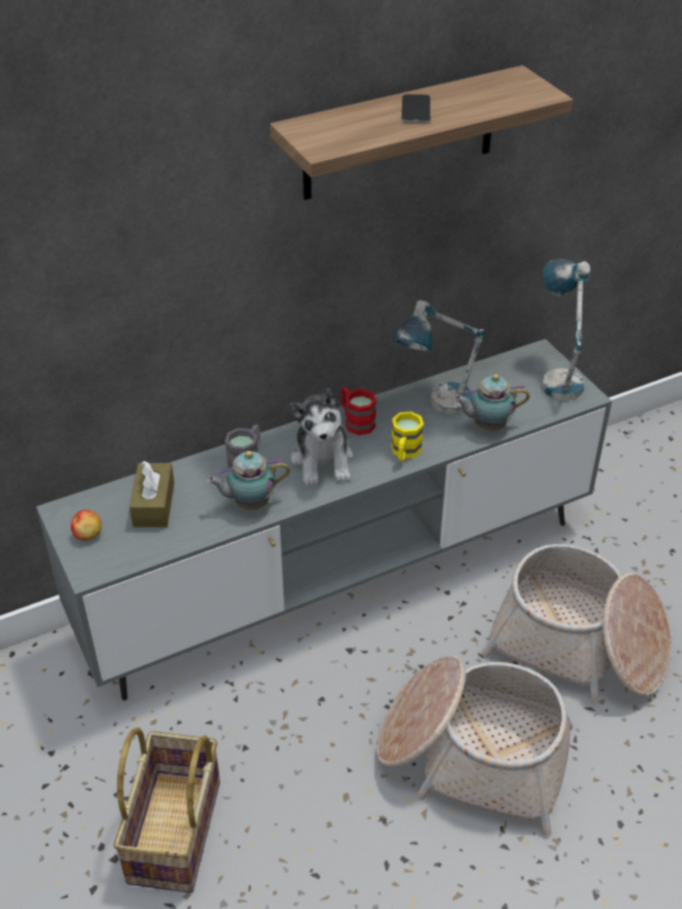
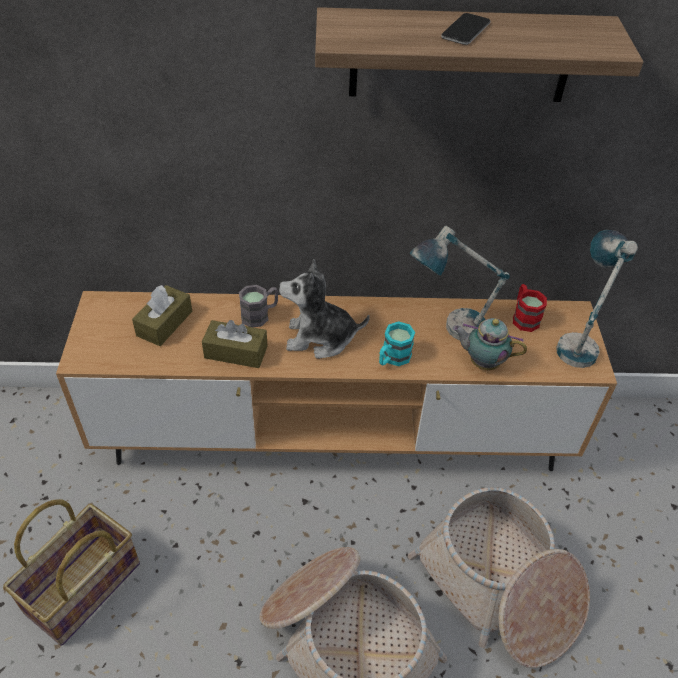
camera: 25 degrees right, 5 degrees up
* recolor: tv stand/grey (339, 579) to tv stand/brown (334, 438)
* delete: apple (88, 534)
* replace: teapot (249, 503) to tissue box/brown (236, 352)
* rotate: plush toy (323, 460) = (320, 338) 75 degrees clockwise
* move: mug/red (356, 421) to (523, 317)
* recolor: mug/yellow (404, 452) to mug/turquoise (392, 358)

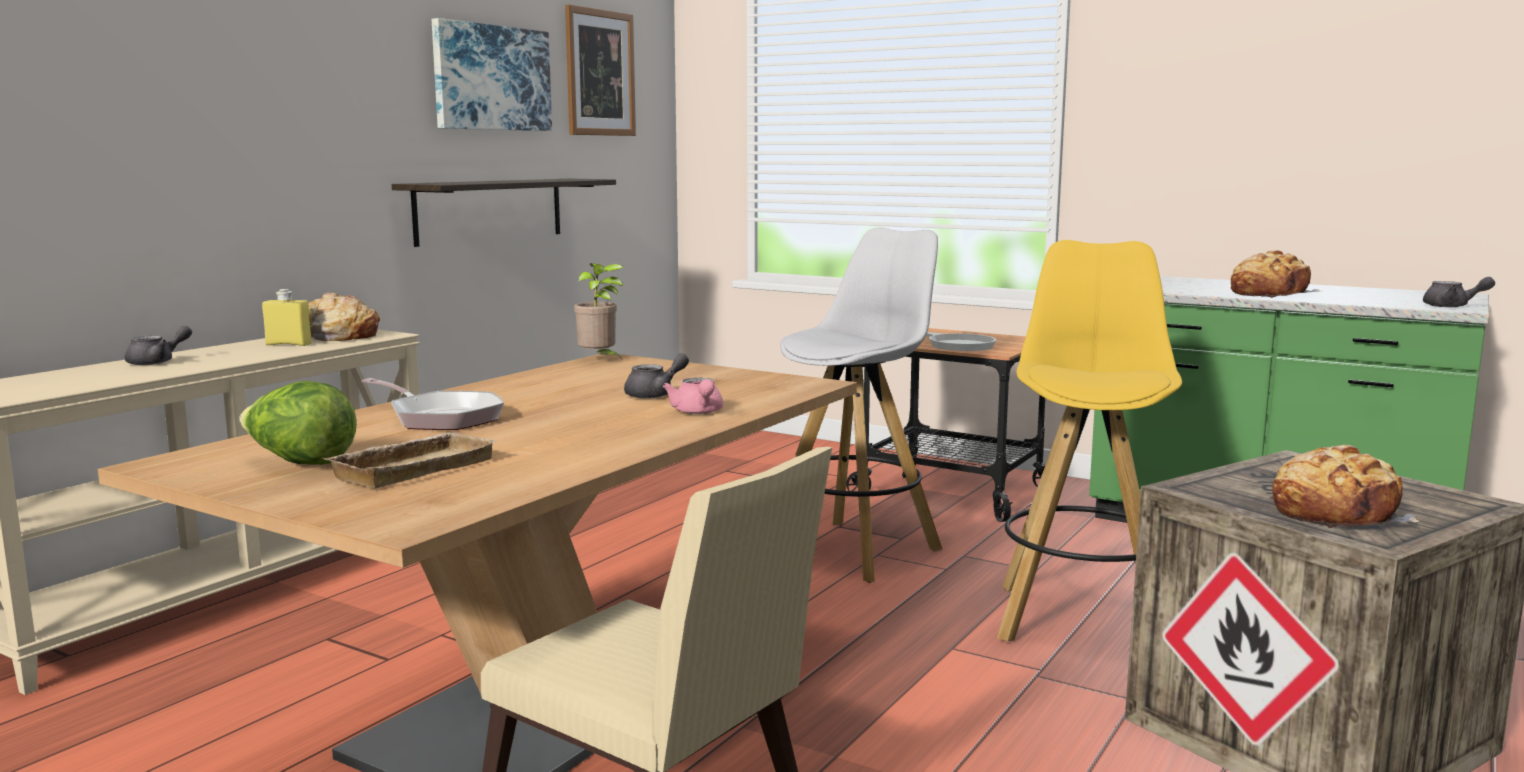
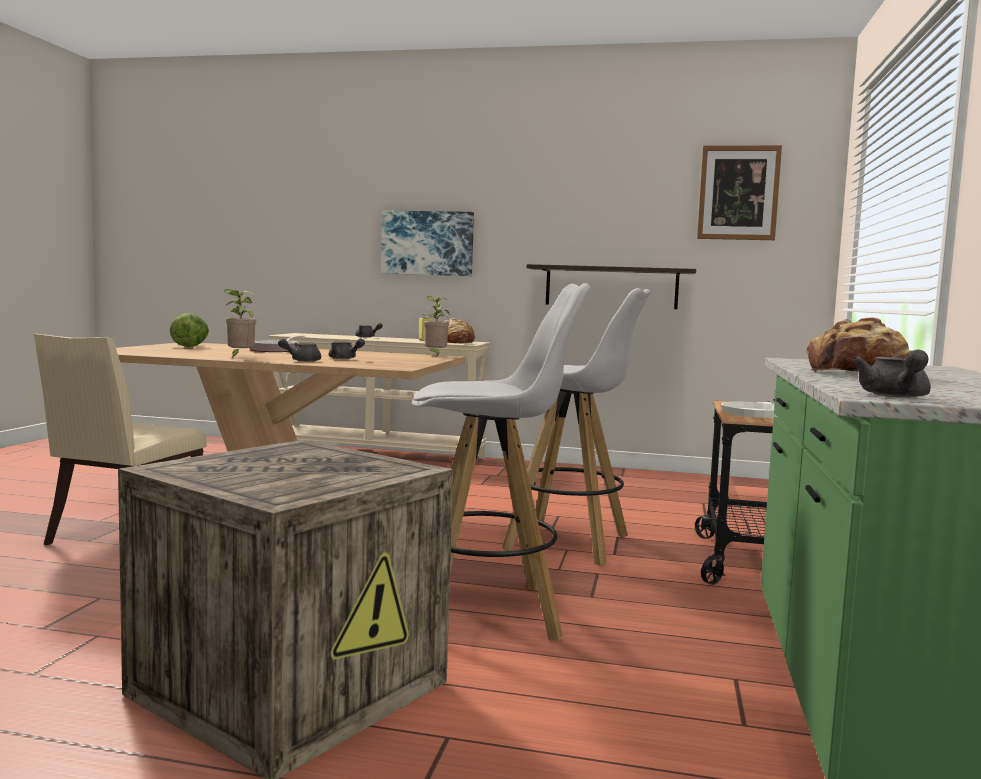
camera: 70 degrees right, 5 degrees down
* delete: tray/beige (412, 468)
* move: picture (491, 78) to (427, 243)
* recolor: teapot/pink (698, 412) to teapot/grey (301, 361)
* recolor: stool/yellow (1081, 618) to stool/white (489, 612)
* delete: bread (1335, 513)
* insert: potted plant (239, 357)

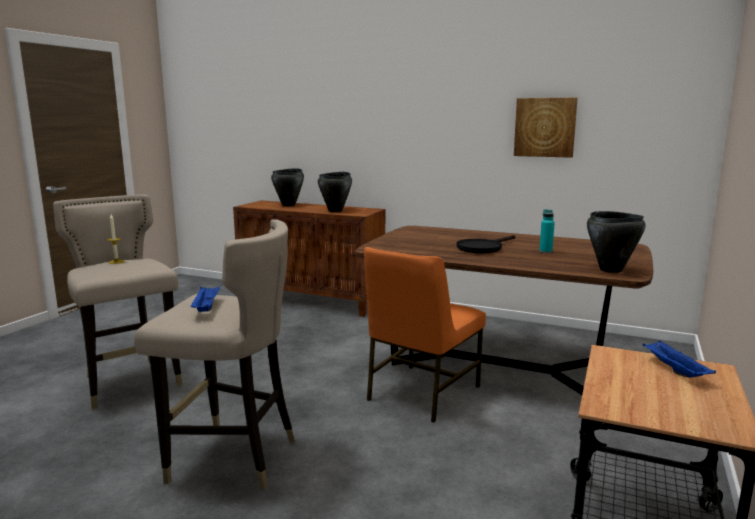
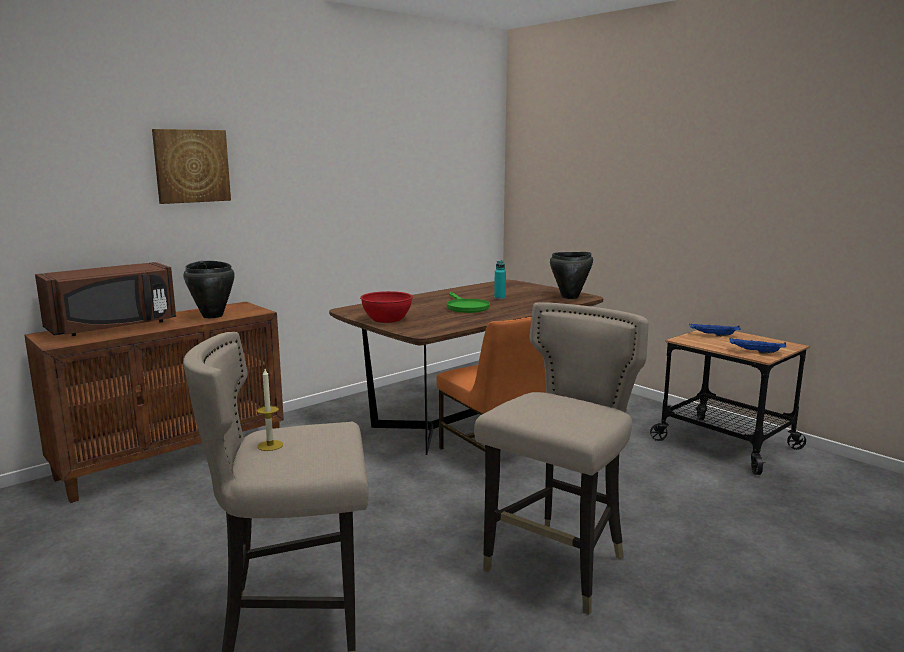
camera: 65 degrees left, 0 degrees up
* move: tray/blue (206, 307) to (755, 352)
* replace: cooking pot/black (289, 205) to microwave/brown (113, 327)
* recolor: frying pan/black (483, 248) to frying pan/green (465, 307)
* move: picture (545, 127) to (191, 166)
* insert: bowl/red (387, 319)

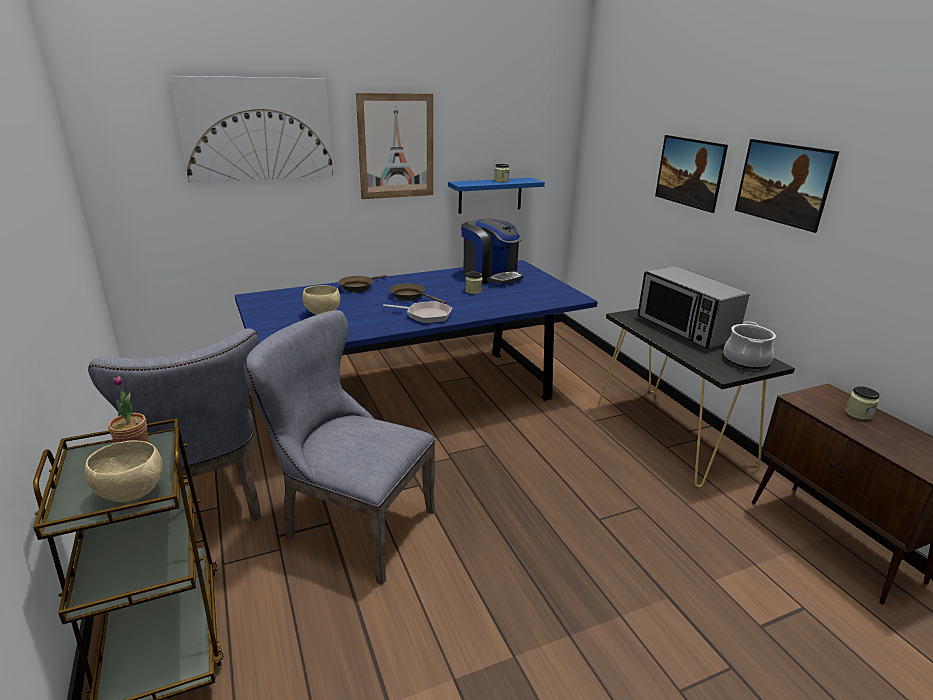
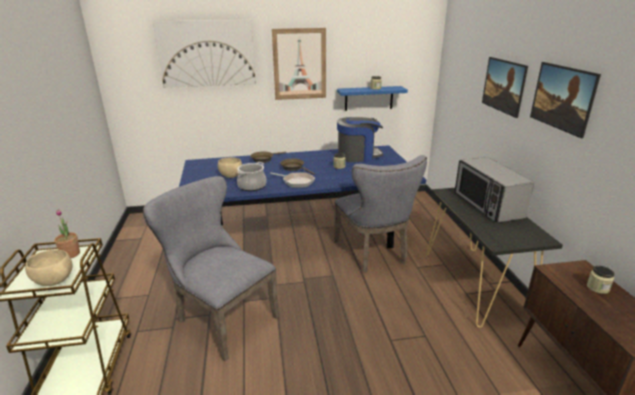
camera: 15 degrees right, 0 degrees up
* move: chair/grey (206, 506) to (374, 254)
* rotate: coffee machine (491, 275) = (358, 156) 75 degrees counterclockwise
* move: cooking pot (746, 360) to (252, 186)

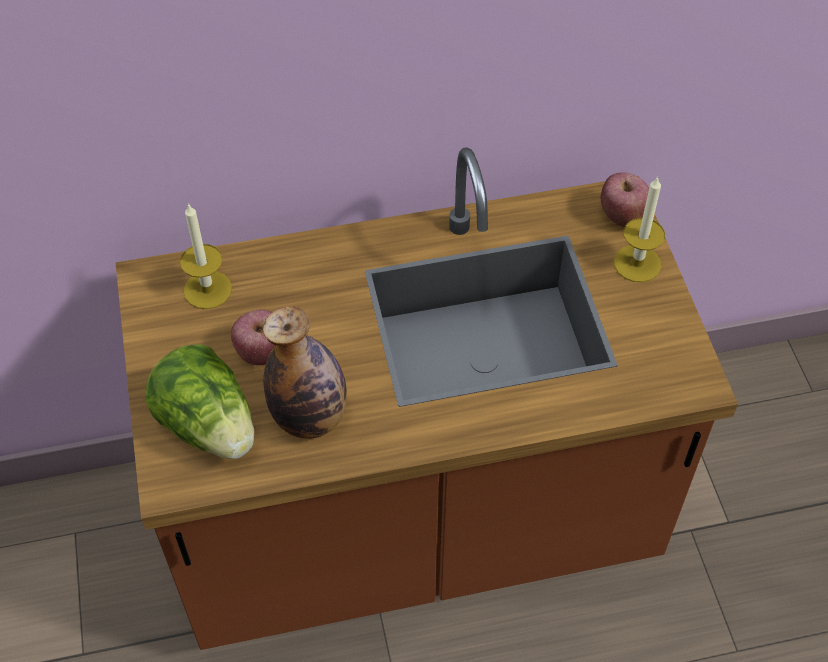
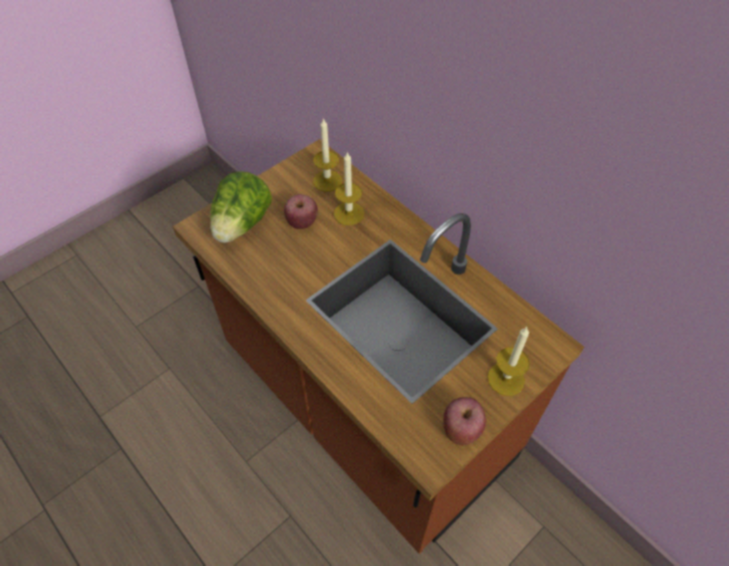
camera: 60 degrees right, 0 degrees up
* delete: bottle (310, 417)
* move: apple (622, 216) to (461, 429)
* insert: candle (349, 213)

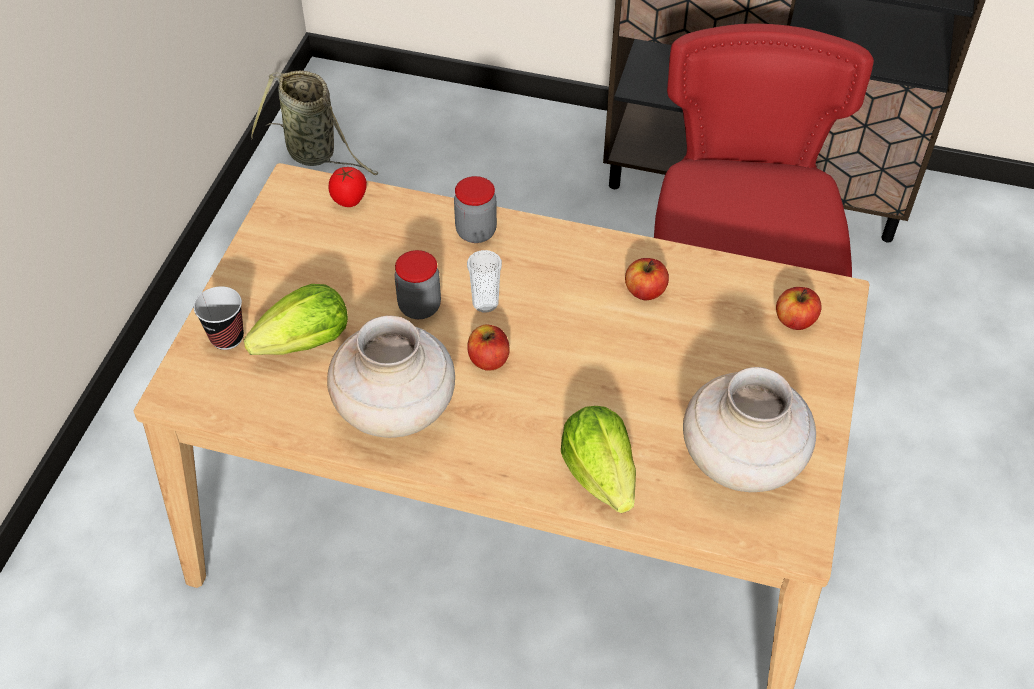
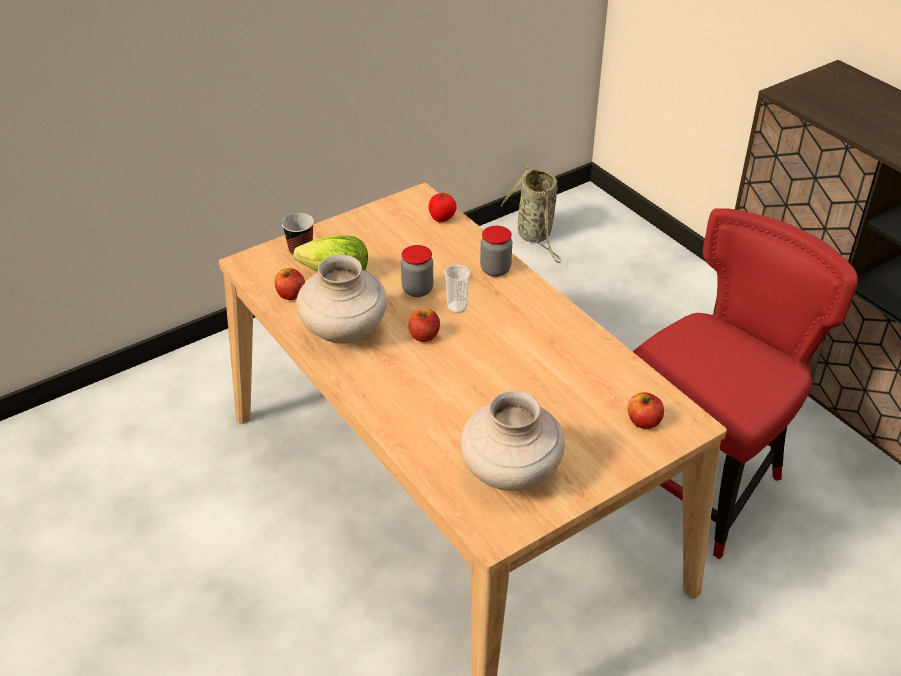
camera: 40 degrees right, 10 degrees down
* delete: lettuce (600, 473)
* move: apple (645, 291) to (291, 295)

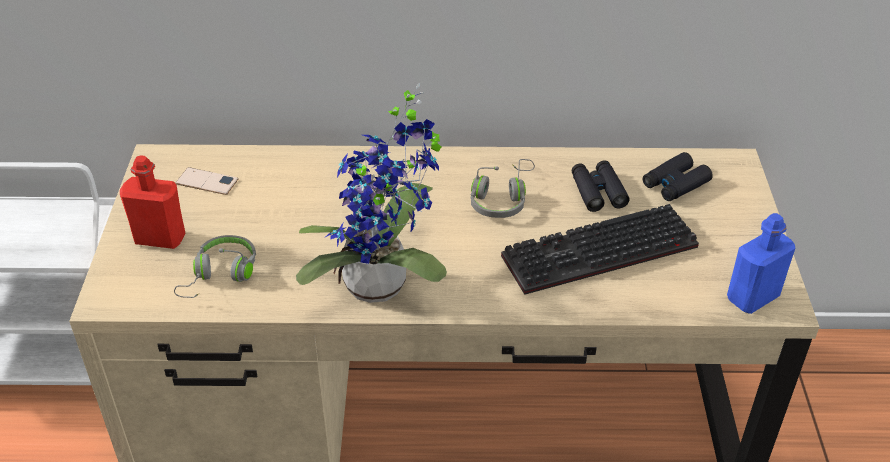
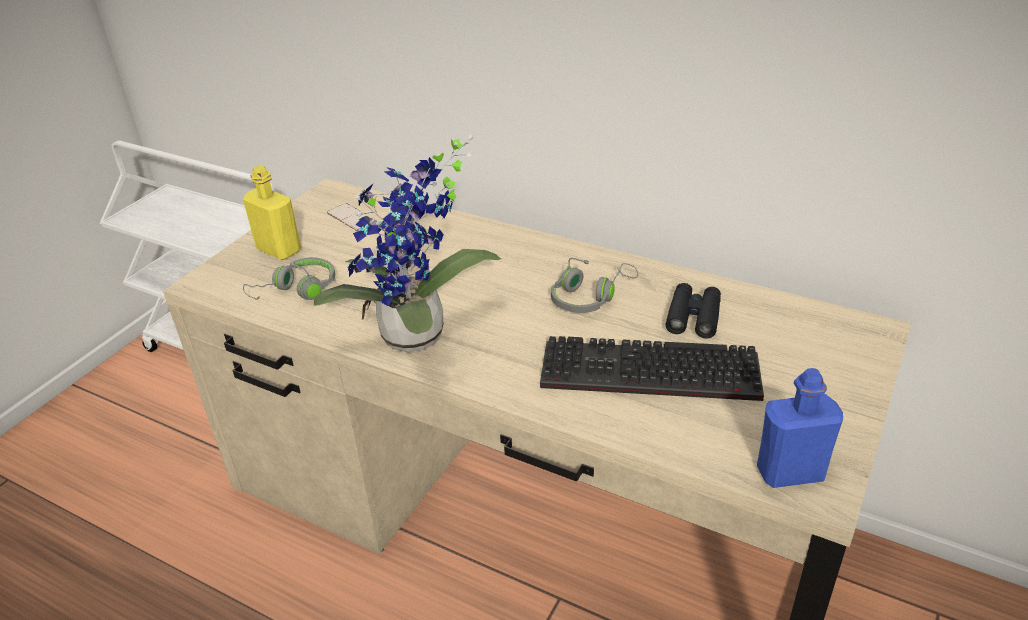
camera: 30 degrees right, 5 degrees down
* recolor: bottle/red (160, 238) to bottle/yellow (279, 250)
* delete: binoculars/black (675, 184)

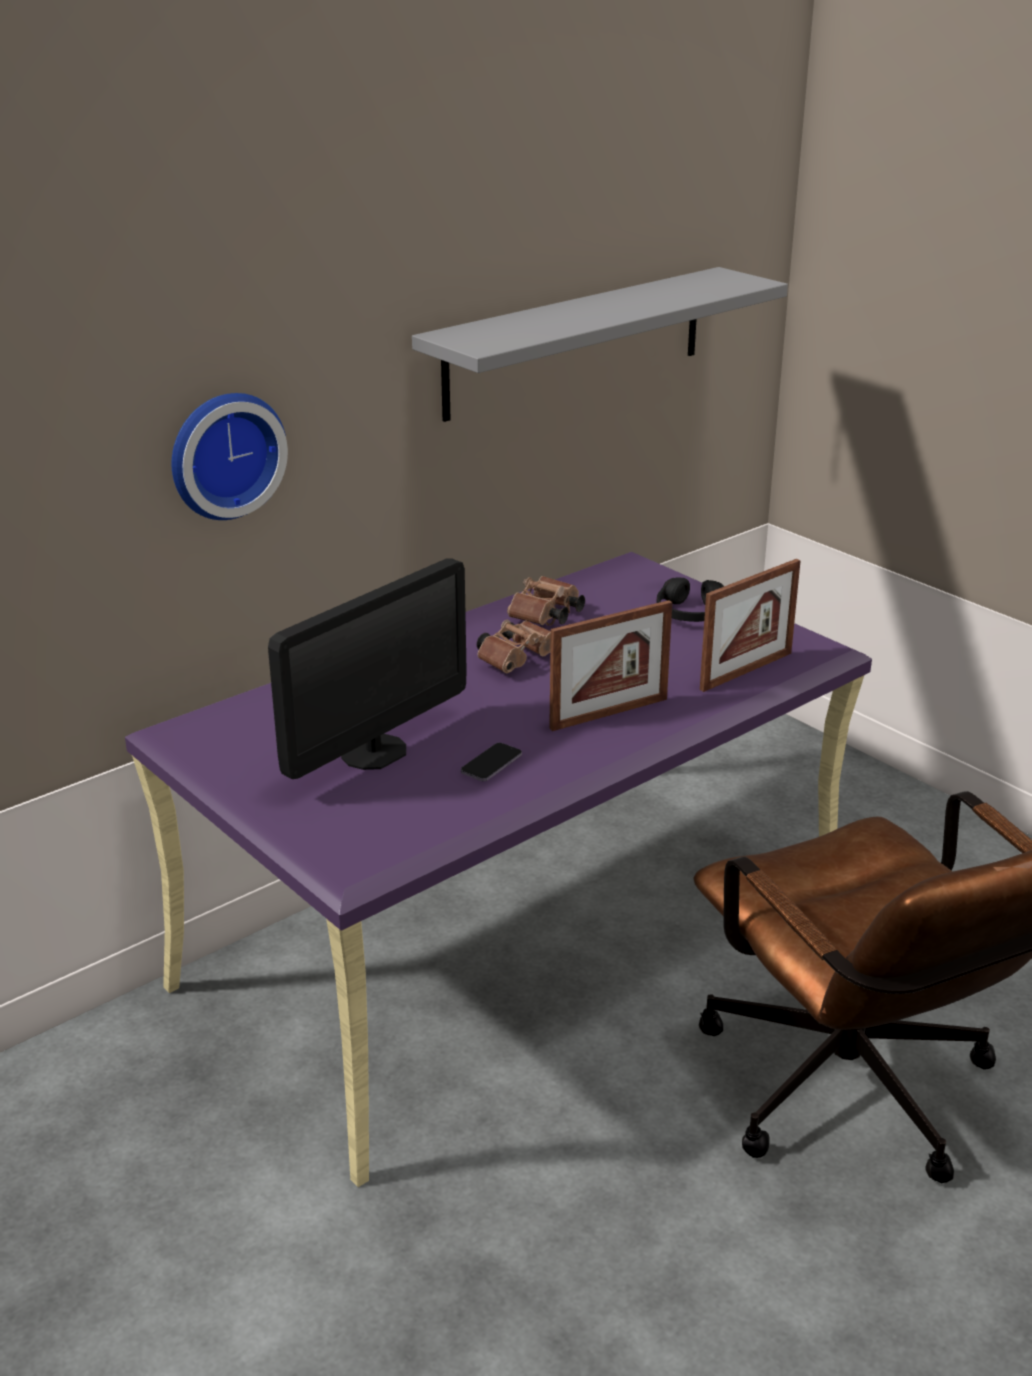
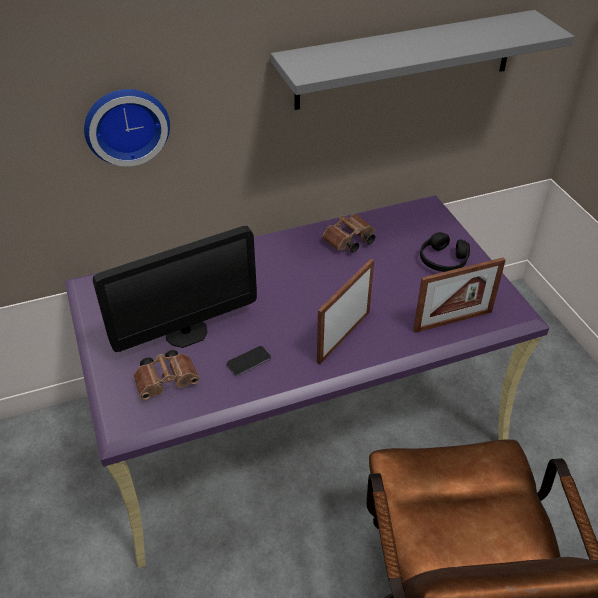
camera: 20 degrees right, 15 degrees up
* move: binoculars/brown (518, 659) to (168, 381)
* rotate: picture frame (609, 713) = (343, 337) 135 degrees clockwise

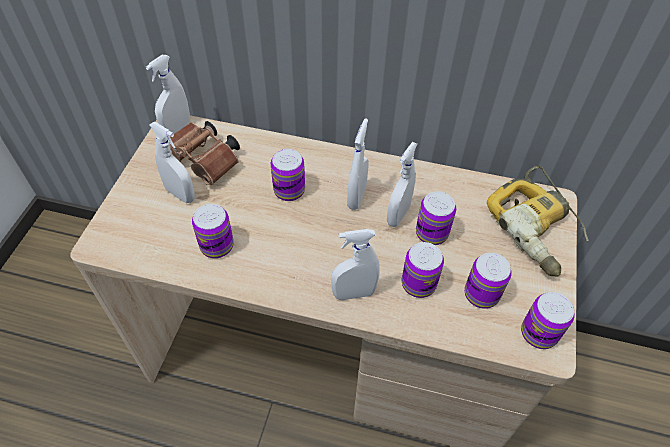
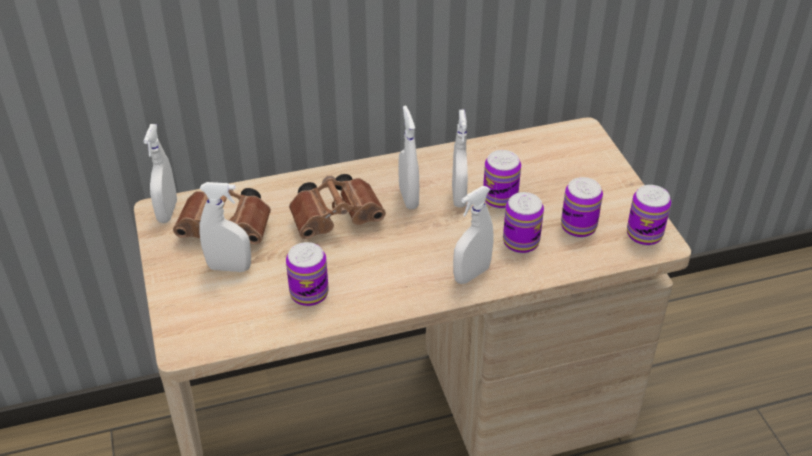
camera: 30 degrees left, 10 degrees down
* replace: can (289, 190) to binoculars/brown (338, 218)
* delete: power drill (537, 227)

